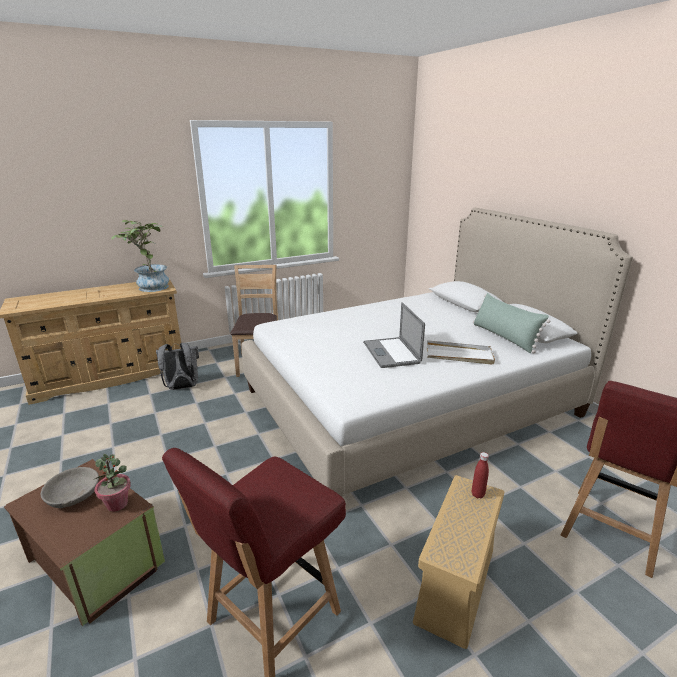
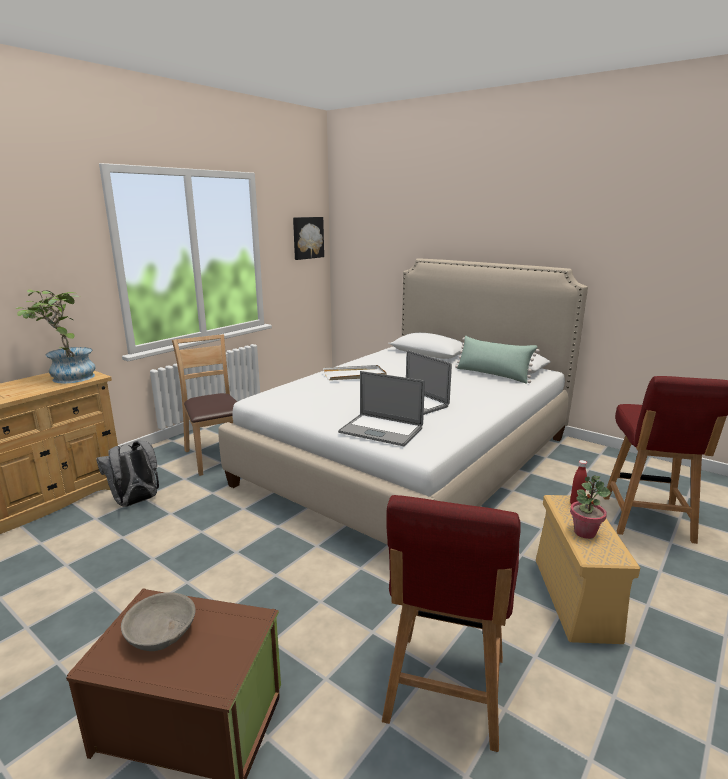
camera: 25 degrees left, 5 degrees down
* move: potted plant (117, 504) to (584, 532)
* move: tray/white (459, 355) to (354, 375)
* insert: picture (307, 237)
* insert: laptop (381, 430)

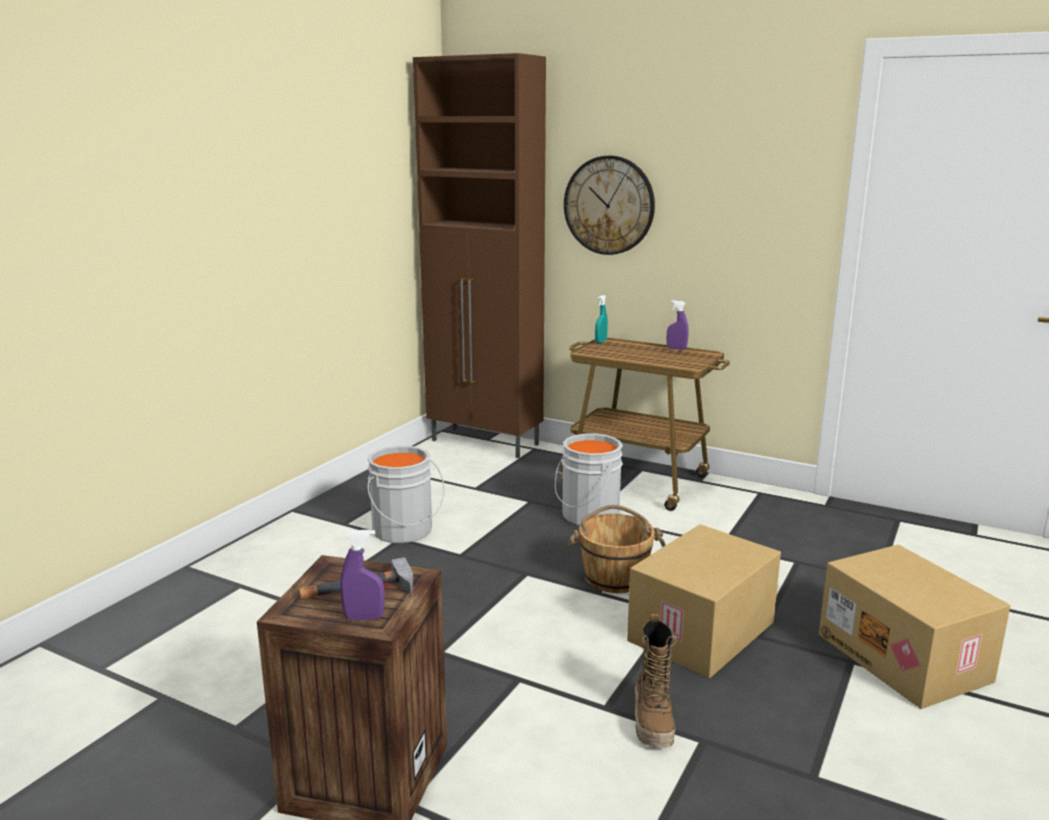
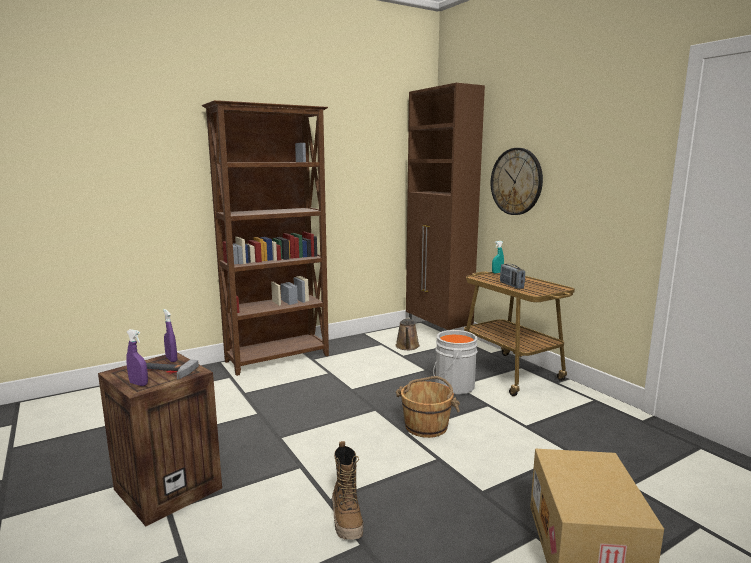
camera: 30 degrees right, 5 degrees down
* delete: bucket/grey (404, 531)
* delete: cardboard box (703, 633)
* rotate: boot (653, 721) = (347, 520) 45 degrees counterclockwise
* move: spray bottle/purple (676, 348) to (171, 359)
* insert: bookcase/brown (278, 359)
* insert: watering can/brown (407, 347)
* insert: radio (511, 285)

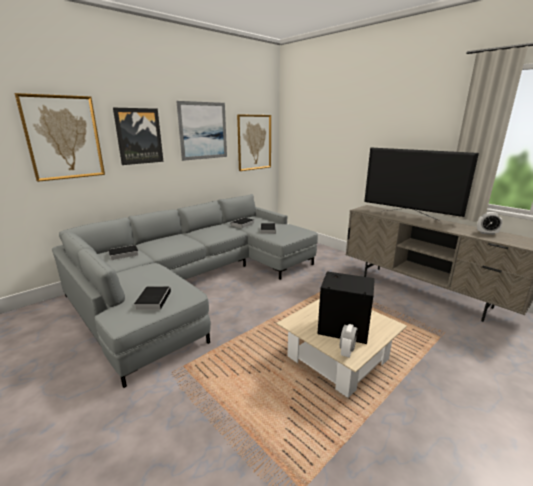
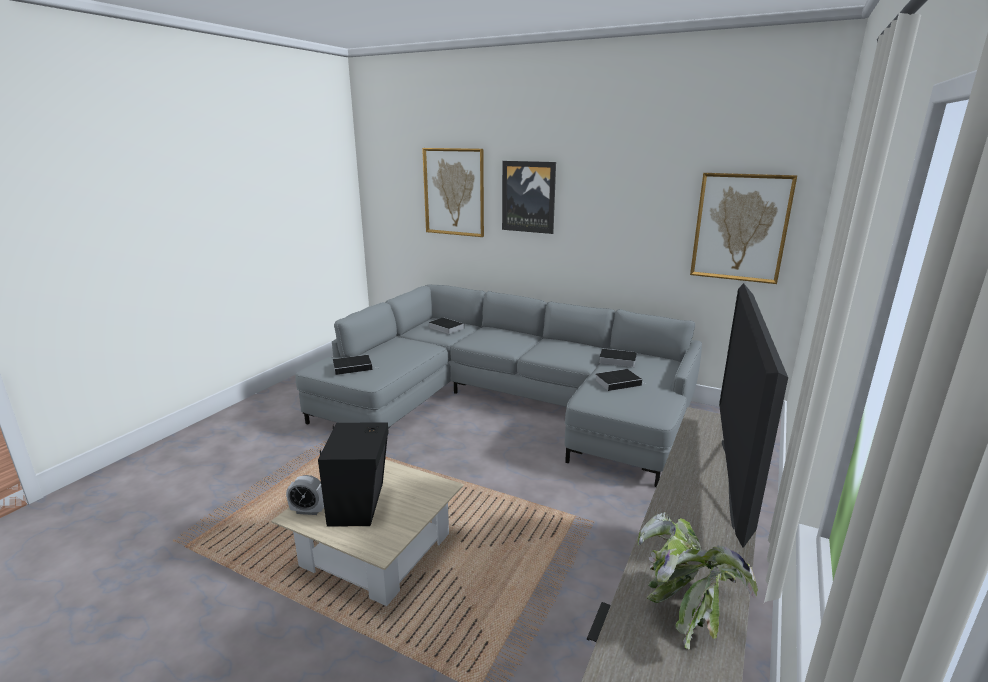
camera: 70 degrees right, 0 degrees up
* delete: picture (203, 131)
* replace: alarm clock (487, 233) to potted plant (687, 608)

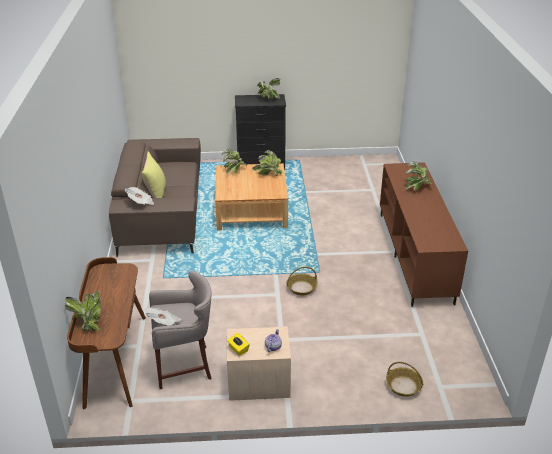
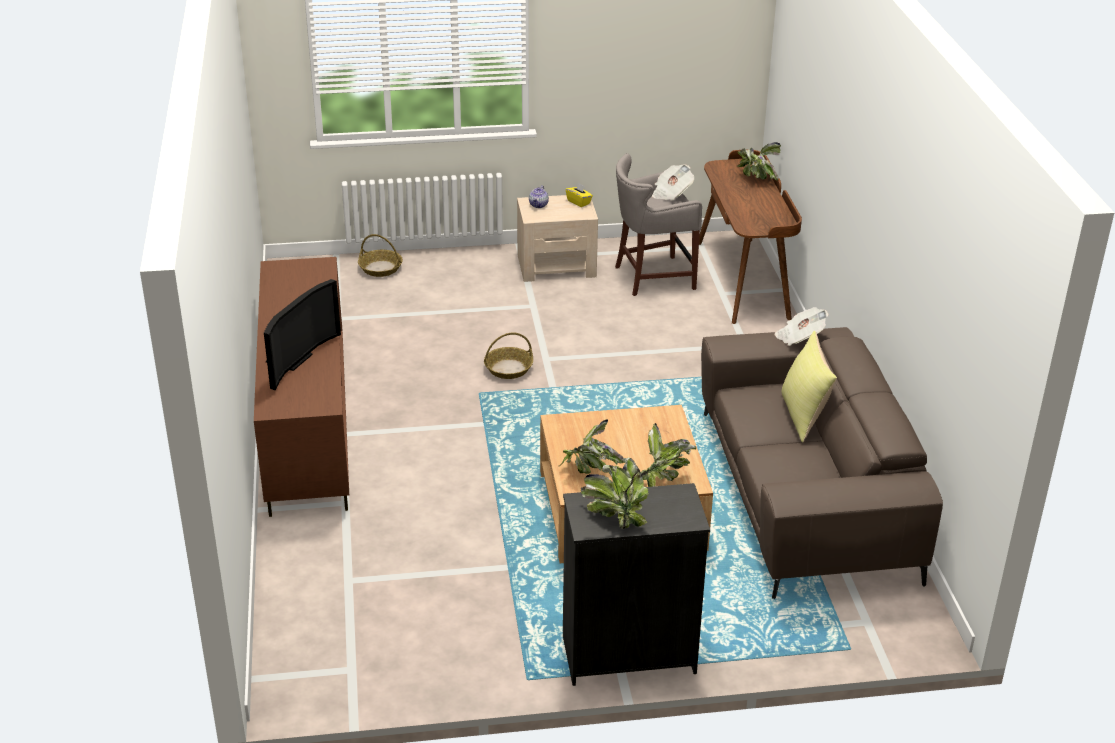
camera: 175 degrees right, 0 degrees up
* replace: potted plant (417, 187) to television (294, 360)

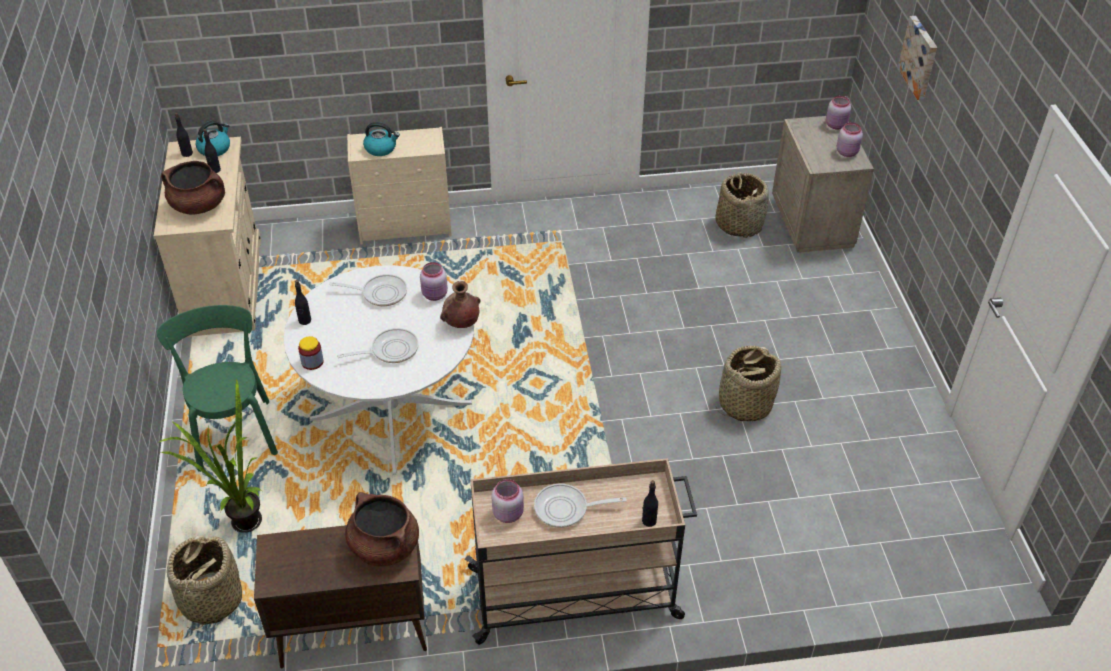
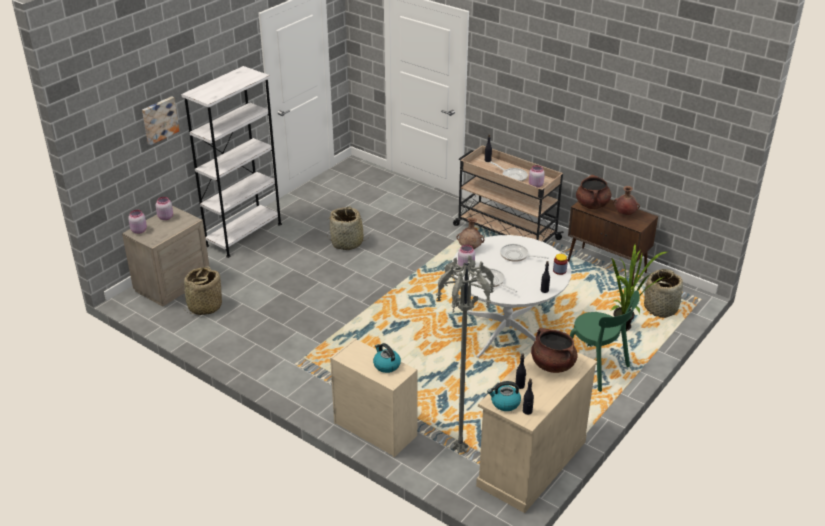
camera: 135 degrees left, 10 degrees down
* rotate: chair/green (233, 431) = (597, 369) 75 degrees counterclockwise
* insert: bookcase/white (244, 235)
* insert: floor lamp/grey (458, 450)
* insert: vase/brown (624, 214)

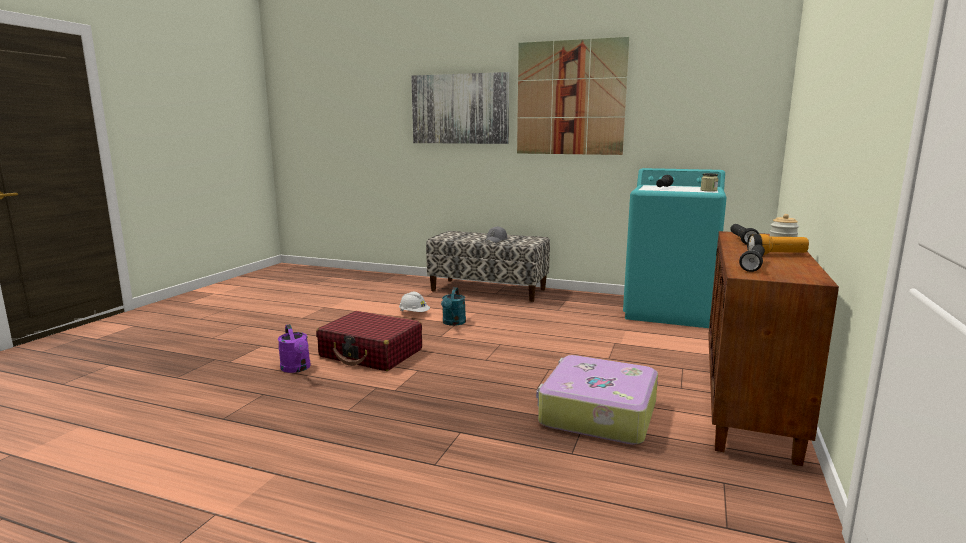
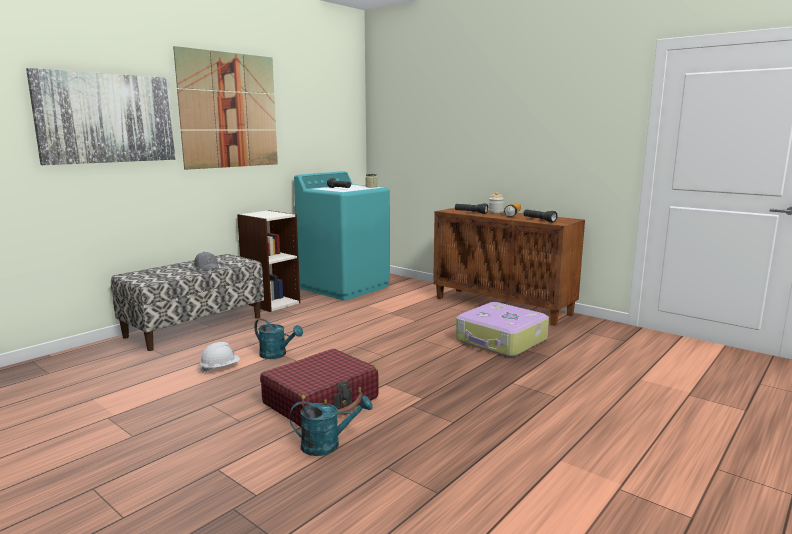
camera: 70 degrees left, 0 degrees up
* recolor: watering can/purple (297, 369) to watering can/turquoise (328, 445)
* insert: bookcase (271, 303)

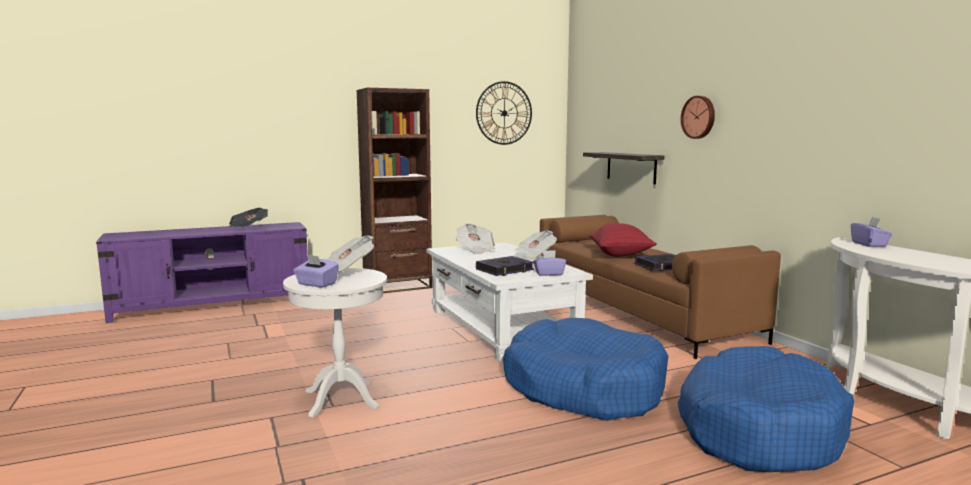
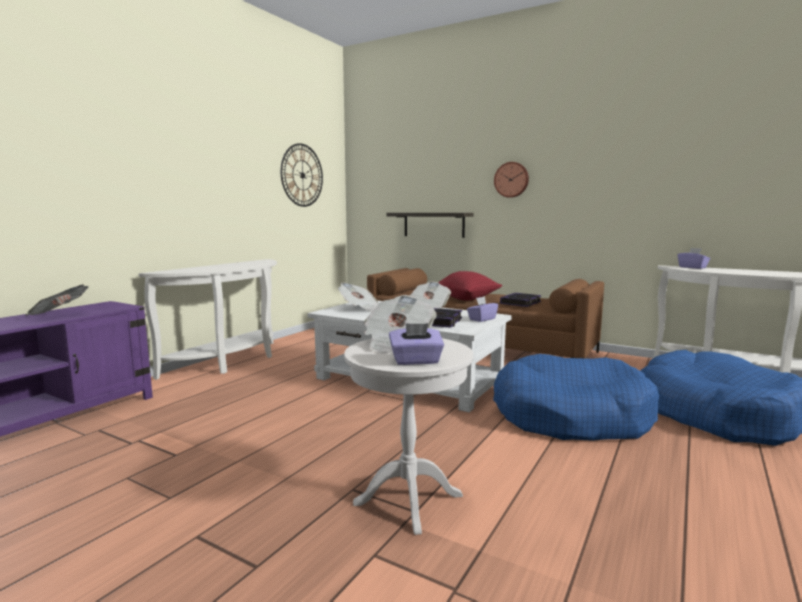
camera: 35 degrees left, 0 degrees up
* replace: bookcase/brown (397, 286) to console table/white (231, 362)

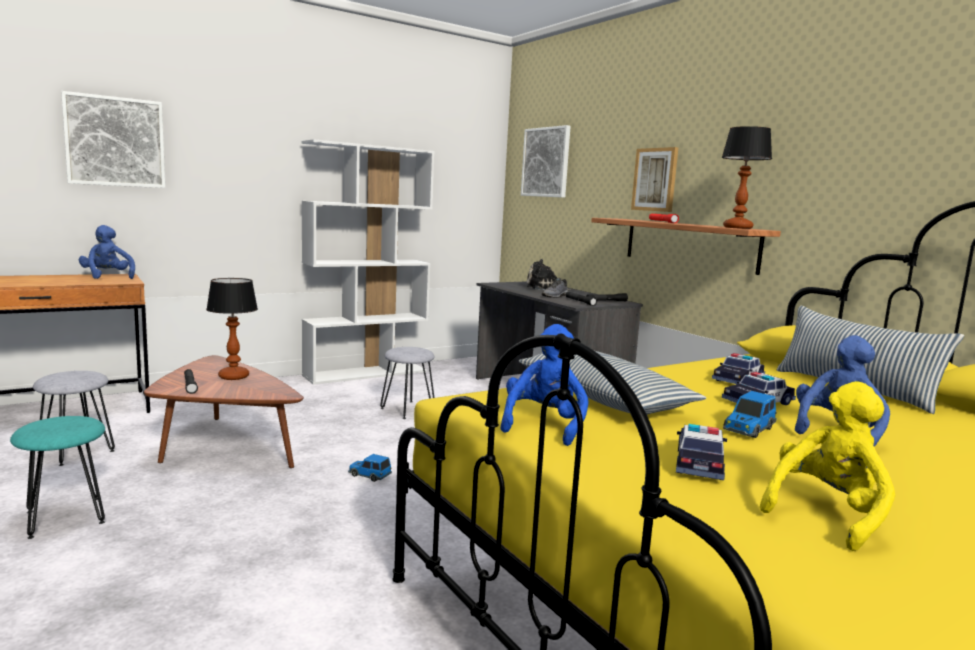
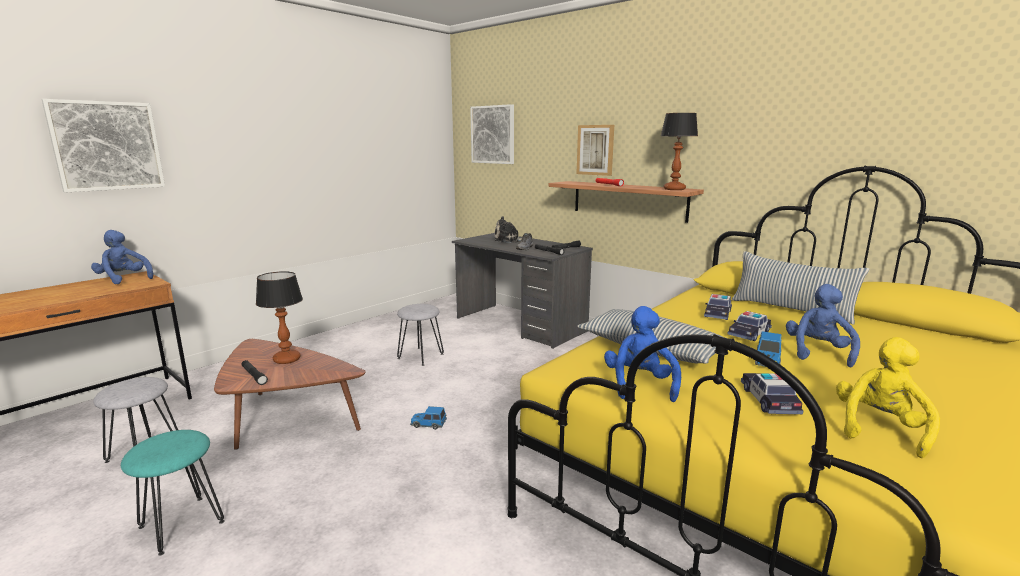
camera: 15 degrees left, 5 degrees up
* delete: bookcase/white (366, 373)

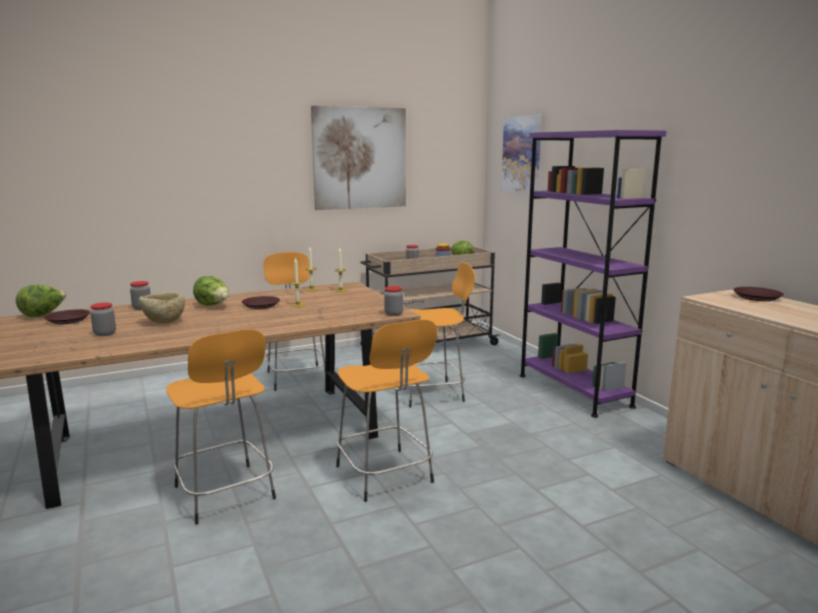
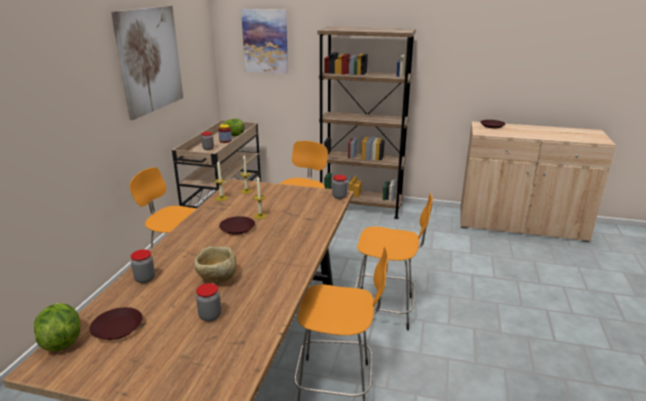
camera: 50 degrees left, 10 degrees up
* delete: lettuce (213, 306)
* recolor: bookcase/purple (573, 390) to bookcase/brown (361, 207)

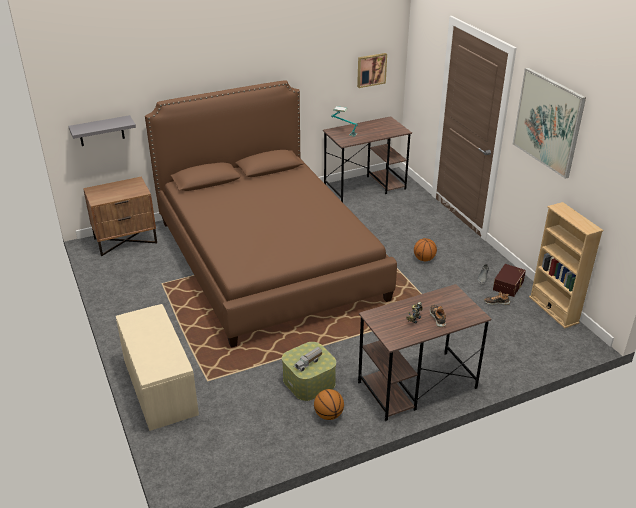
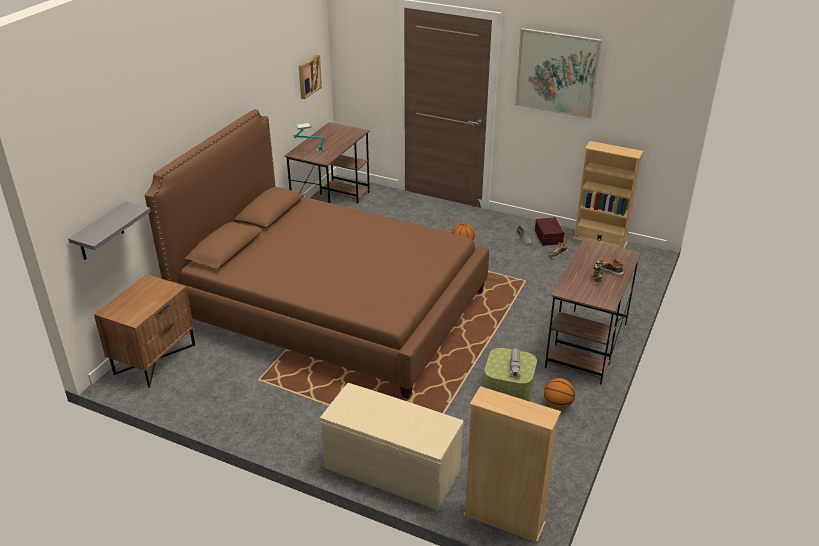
camera: 40 degrees left, 0 degrees up
* insert: bookcase/beige (504, 519)

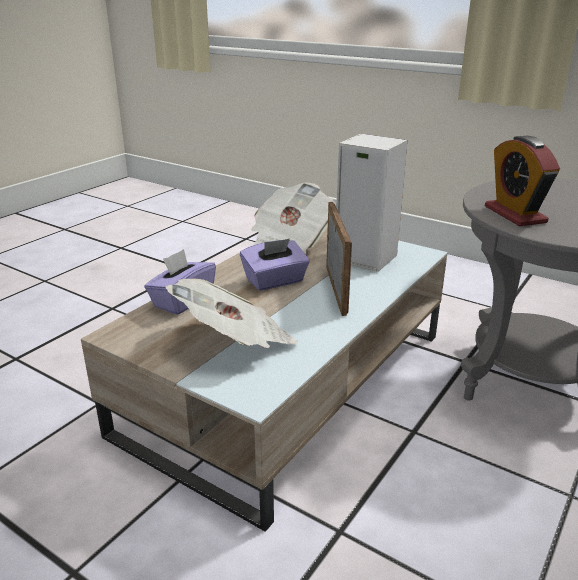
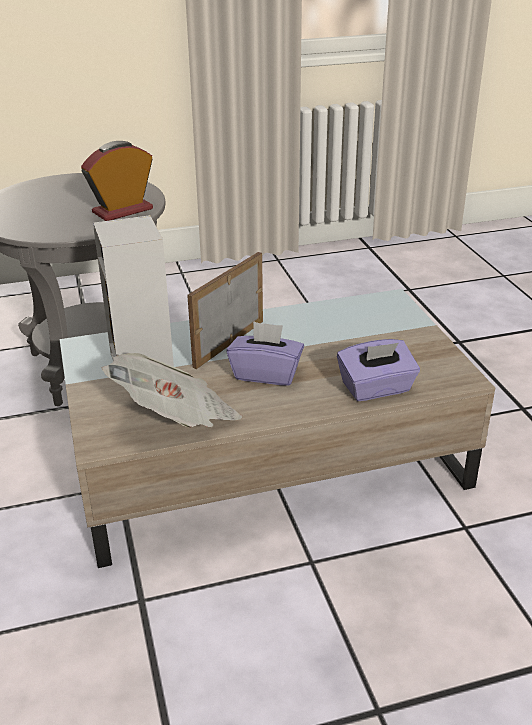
camera: 140 degrees left, 5 degrees up
* delete: newspaper (235, 341)
* rotate: alarm clock (515, 214) = (122, 211) 150 degrees counterclockwise

